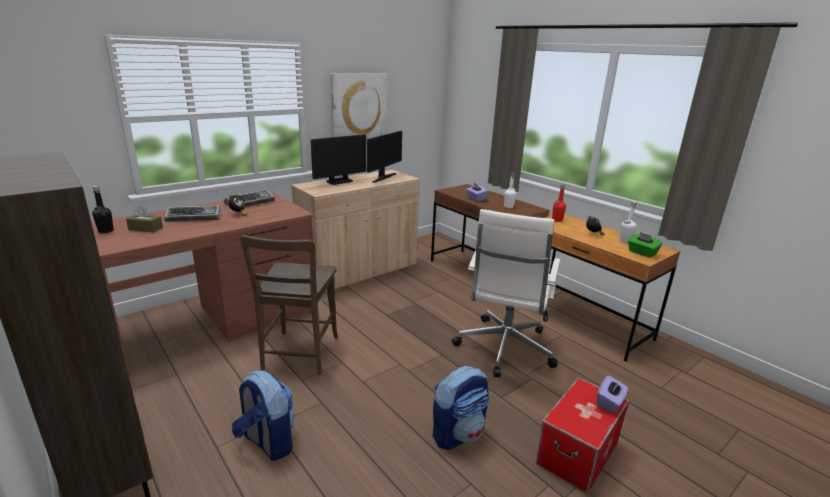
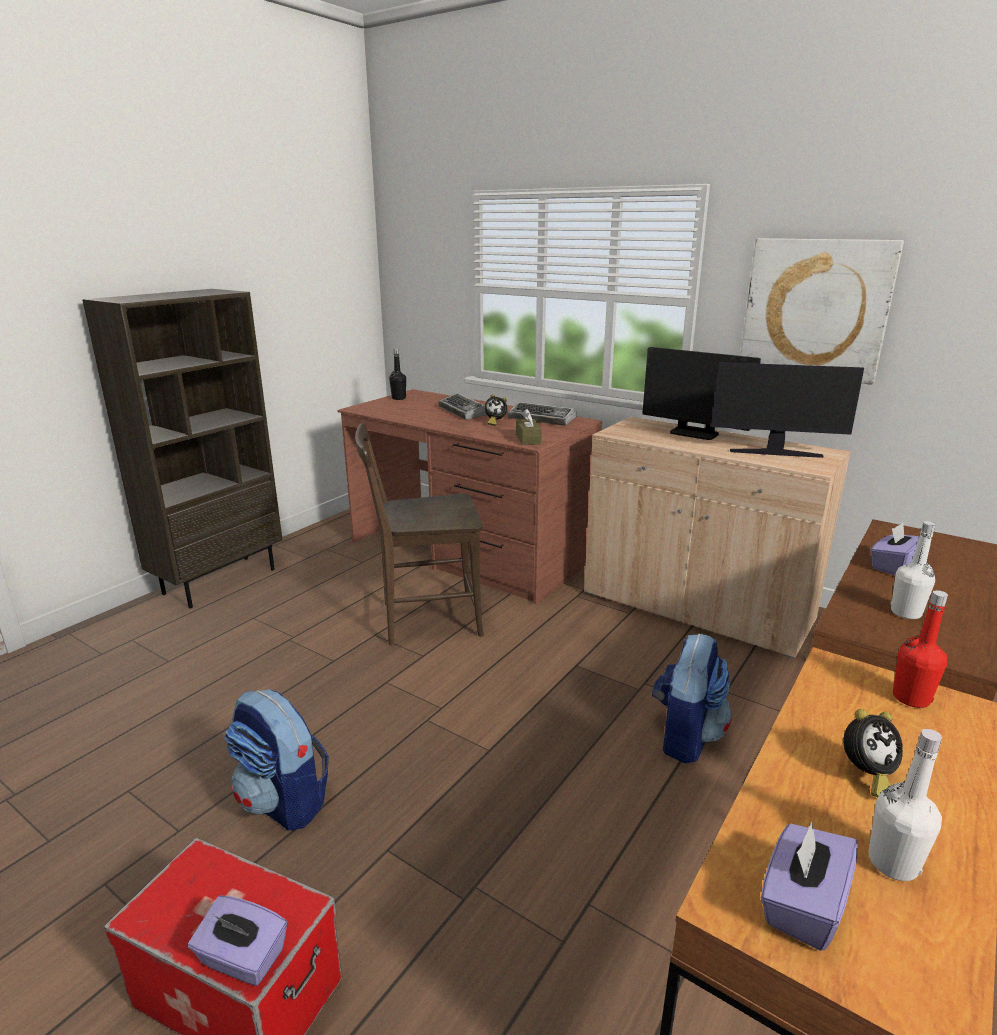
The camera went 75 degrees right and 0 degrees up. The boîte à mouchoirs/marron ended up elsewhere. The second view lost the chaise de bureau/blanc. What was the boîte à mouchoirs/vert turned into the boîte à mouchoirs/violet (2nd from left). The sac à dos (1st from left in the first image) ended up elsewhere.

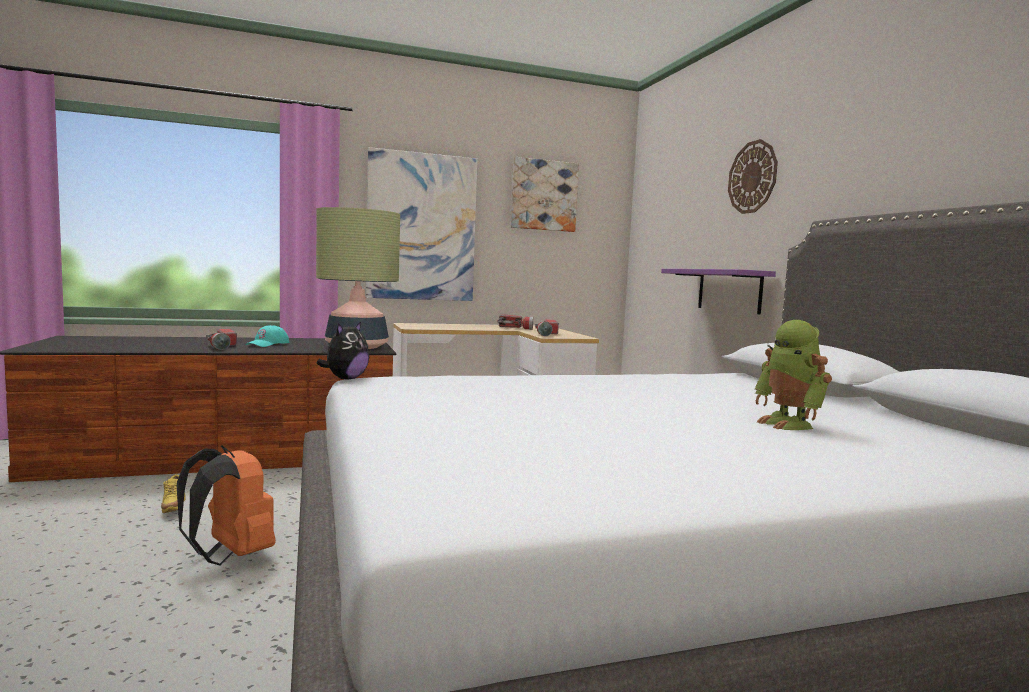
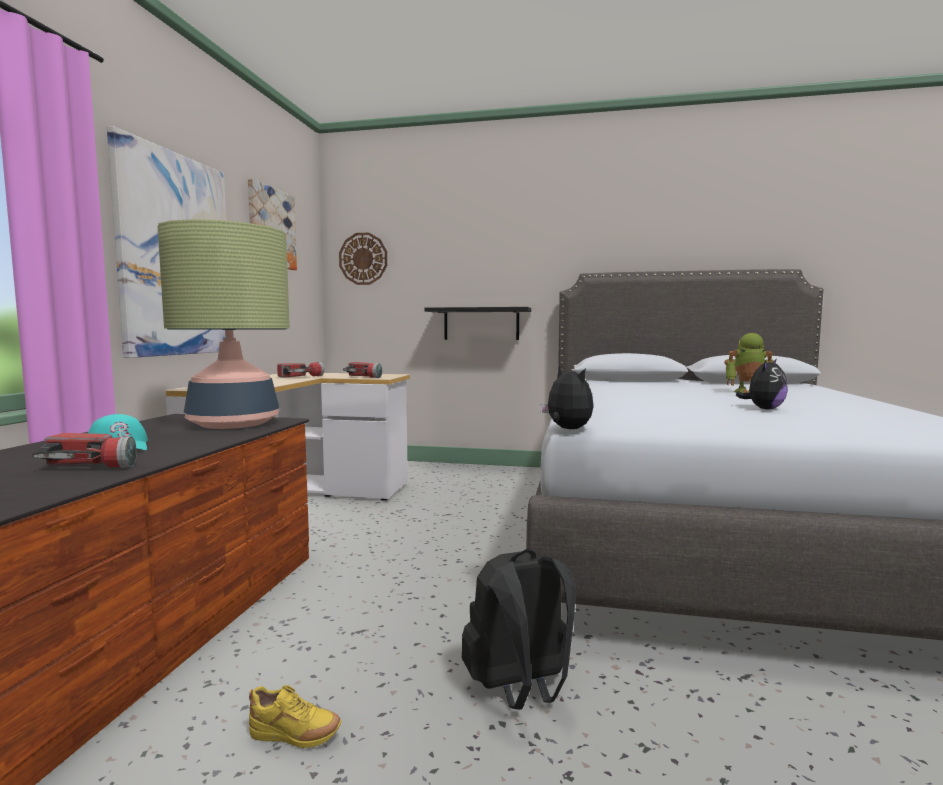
The camera went 60 degrees left and 0 degrees up. The horloge murale ended up elsewhere. What was the étagère/violet turned into the étagère/noir. What was the sac à dos/orange turned into the sac à dos/noir. The second view gained the peluche (2nd from left).

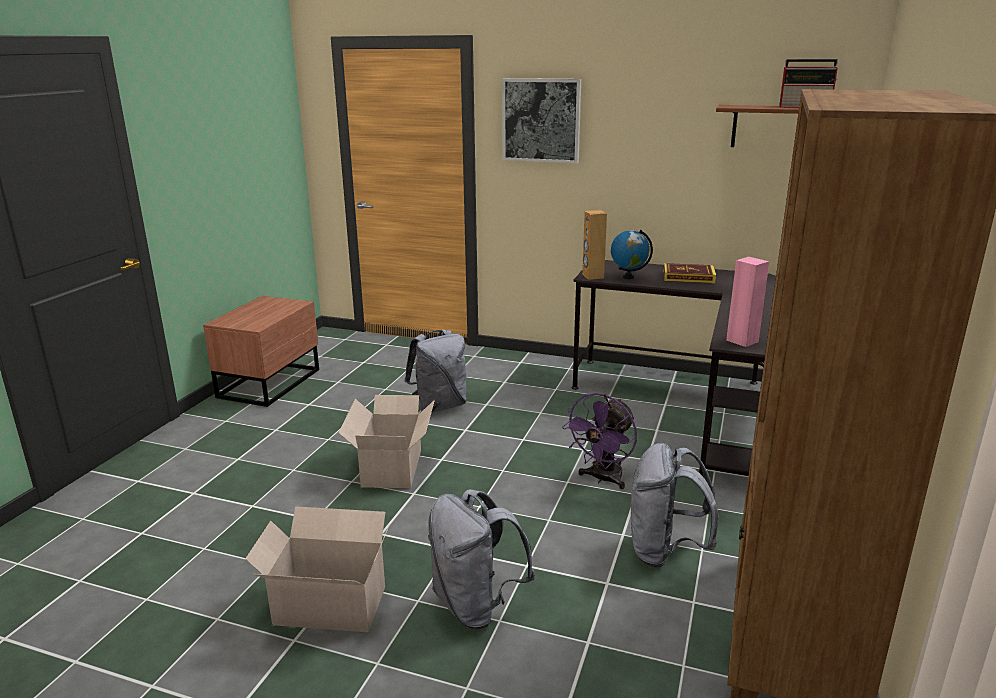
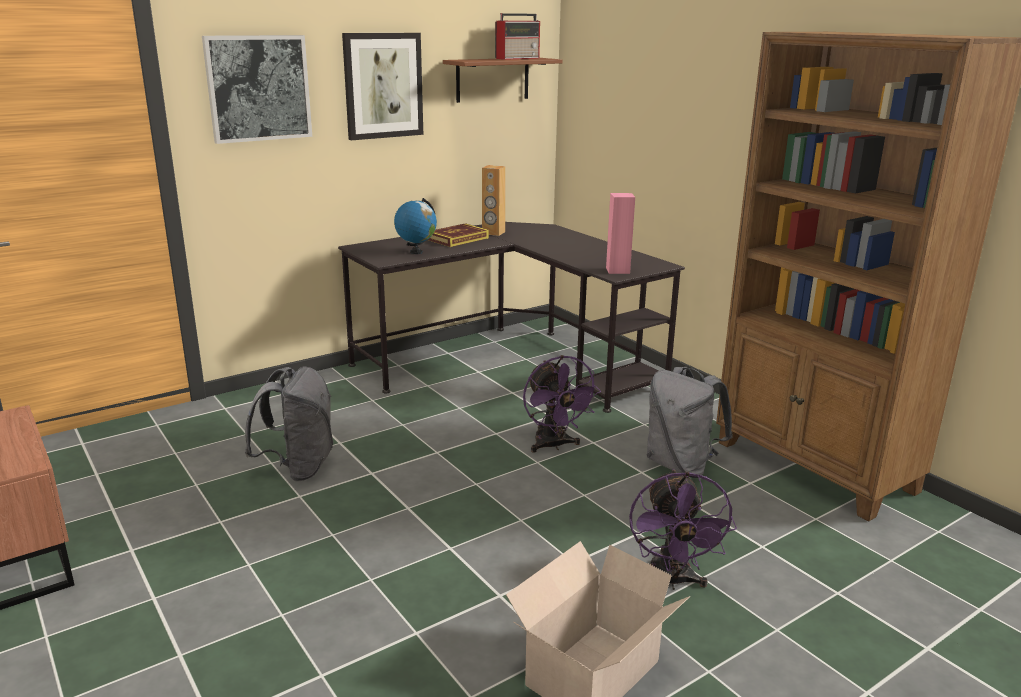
The camera went 55 degrees left and 0 degrees up. The enceinte/marron ended up elsewhere. The second view lost the carton (2nd from left). Where the sac à dos/gris (2nd from left) stood, the ventilateur/violet (2nd from left) came to stand. The second view gained the tableau (2nd from left).

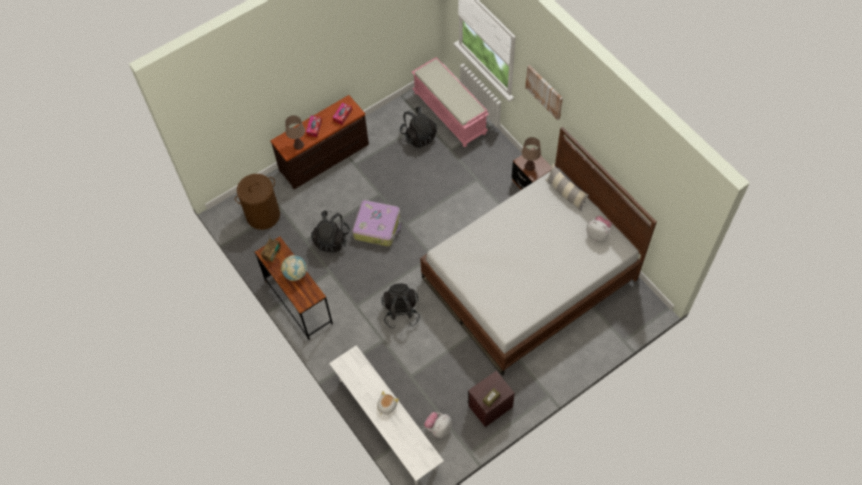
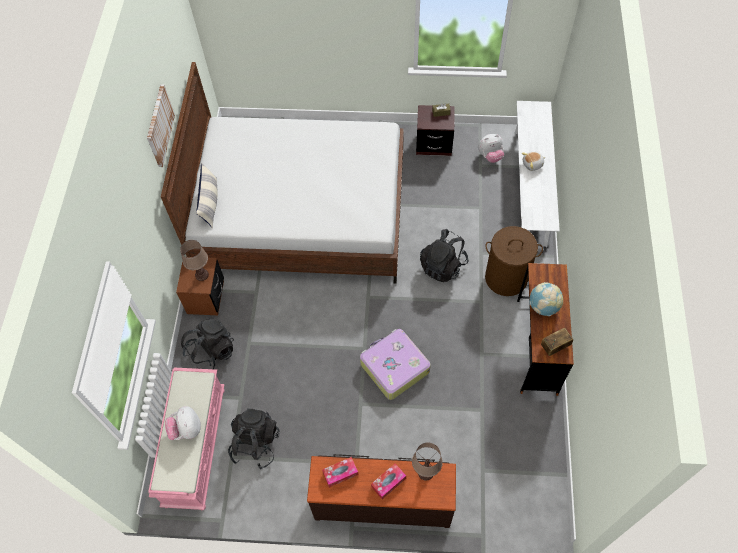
The camera went 140 degrees left and 0 degrees up. The tableau ended up elsewhere. The panier à linge/marron ended up elsewhere. The sac à dos/noir (1st from left) ended up elsewhere. The peluche (3rd from left in the first image) ended up elsewhere.

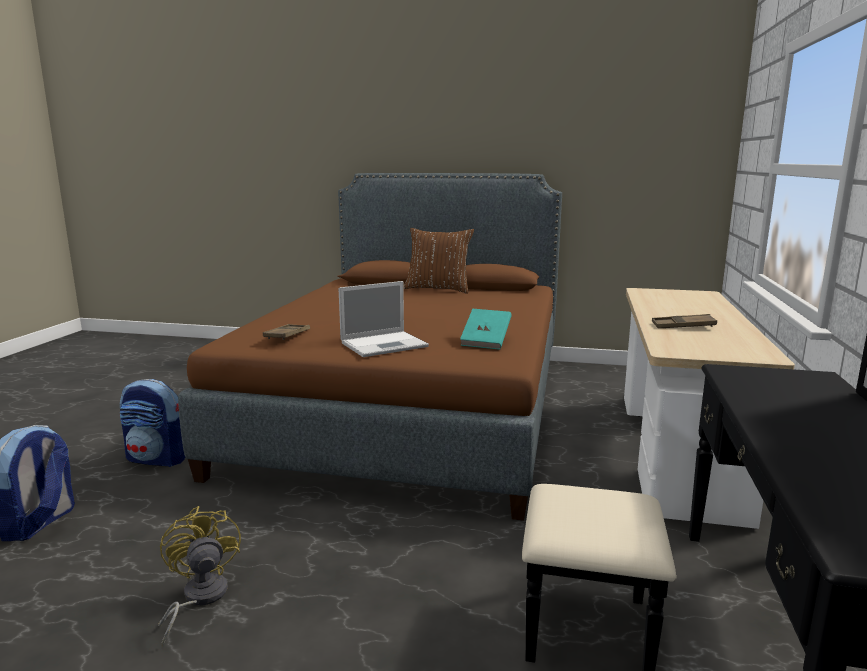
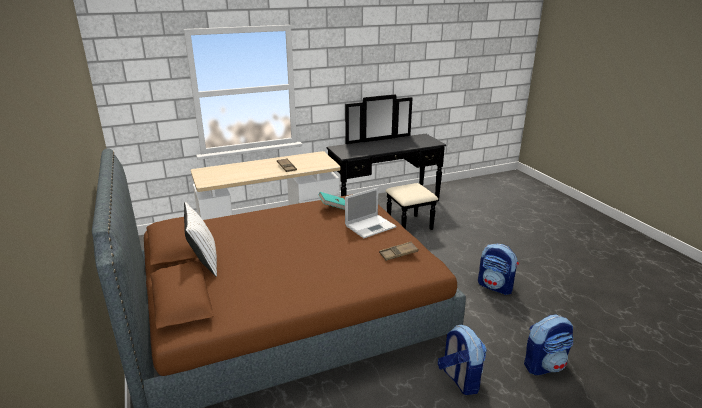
The camera went 125 degrees left and 10 degrees up. What was the coussin/marron turned into the coussin/blanc. The ordinateur portable ended up facing another way, 120 degrees clockwise from before. Where the ventilateur/jaune stood, the sac à dos (2nd from left) came to stand.

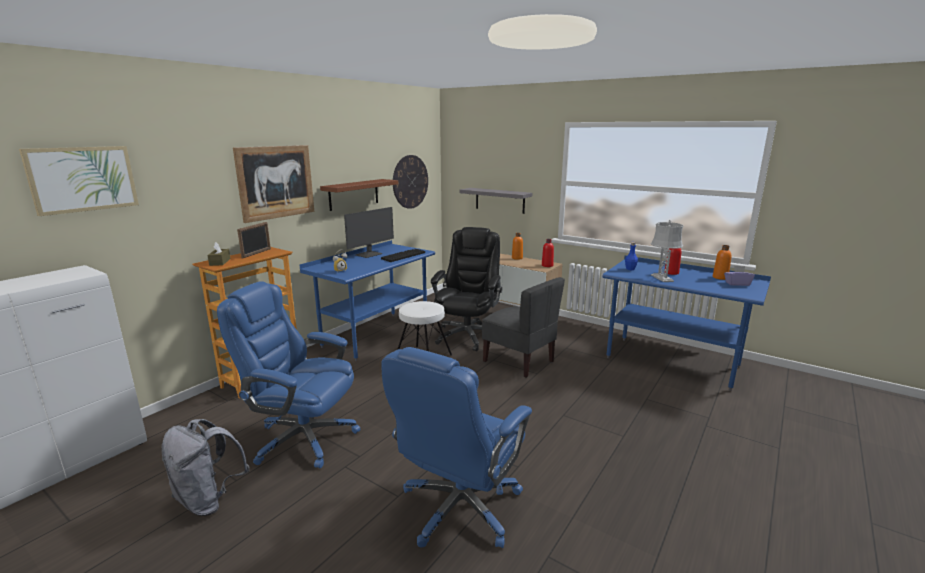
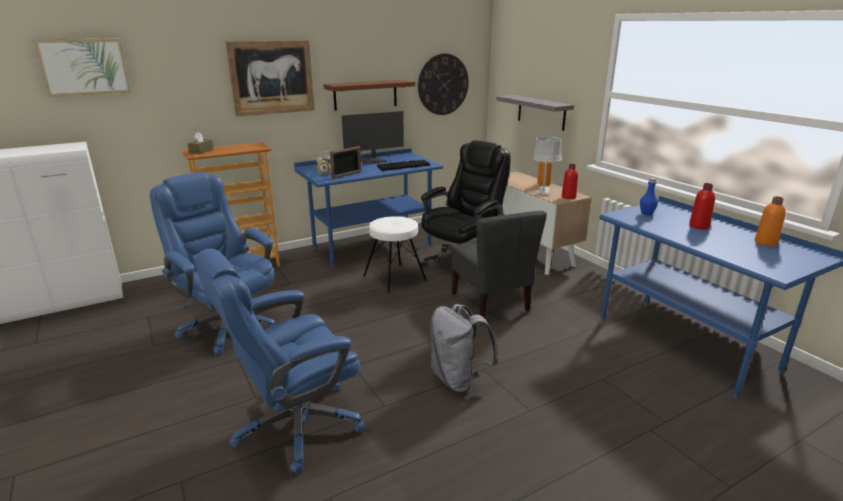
The camera went 25 degrees right and 5 degrees up. The lampe de table/gris ended up elsewhere. The cadre photo ended up elsewhere. The second view lost the boîte à mouchoirs/violet. The sac à dos/gris ended up elsewhere.

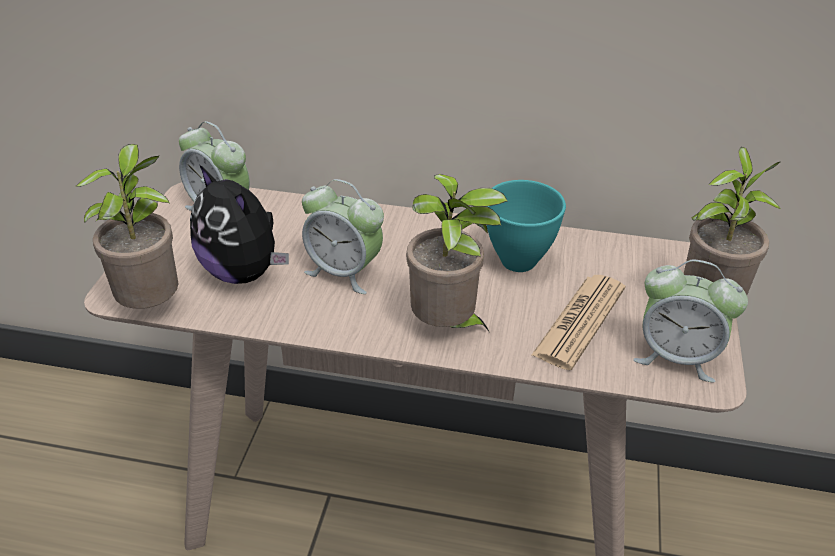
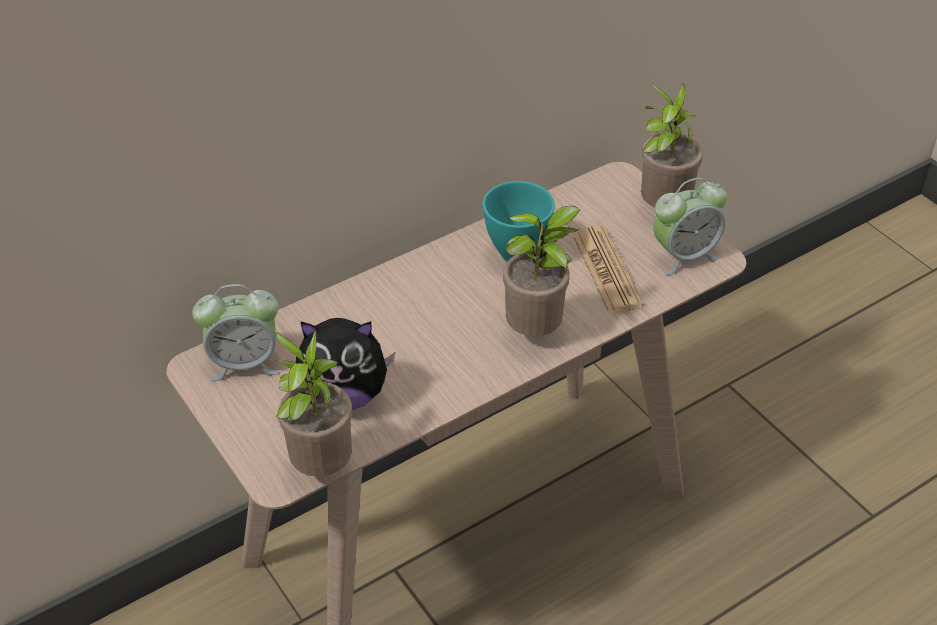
The camera went 45 degrees left and 5 degrees up. The second view lost the réveil (2nd from left).

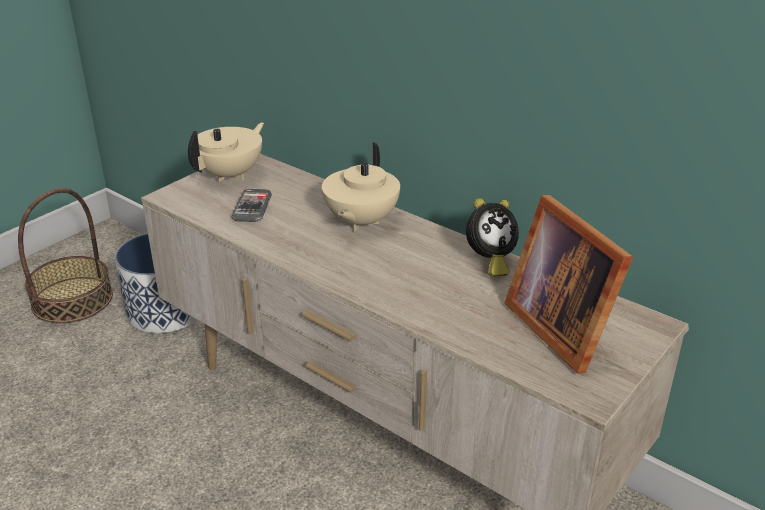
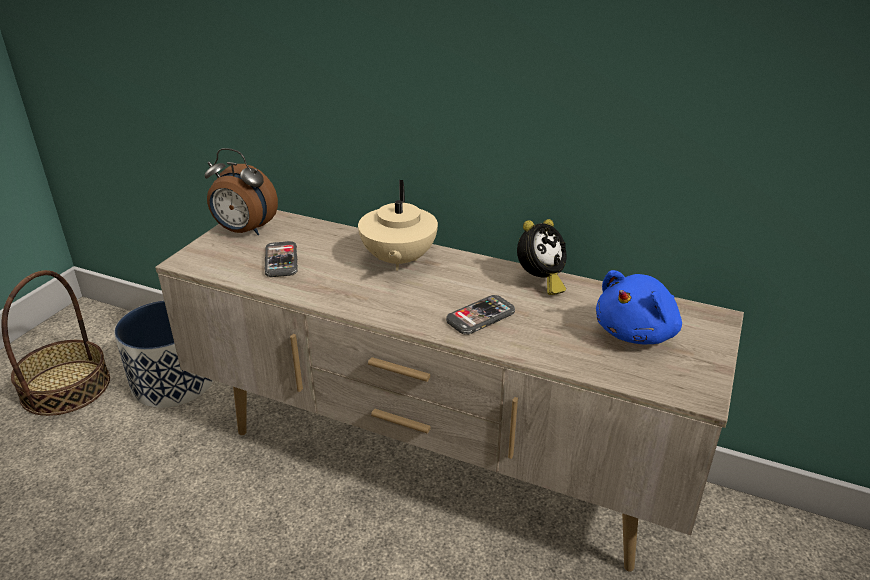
The camera went 15 degrees left and 0 degrees up. Where the théière/beige (1st from left) stood, the réveil (1st from left) came to stand. Where the cadre photo stood, the peluche/bleu came to stand. The second view gained the téléphone (2nd from left).

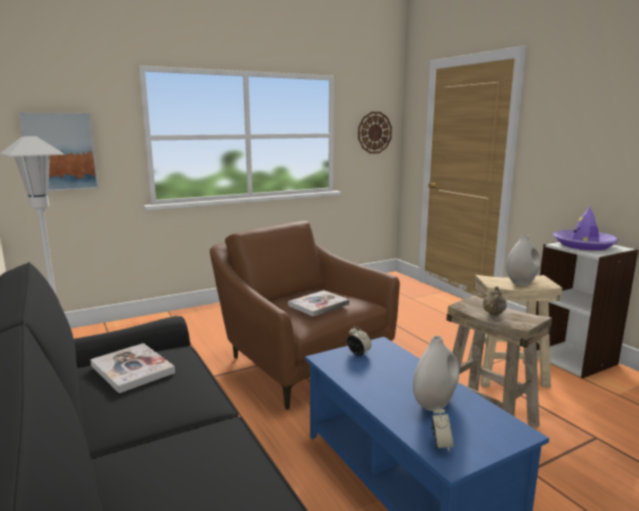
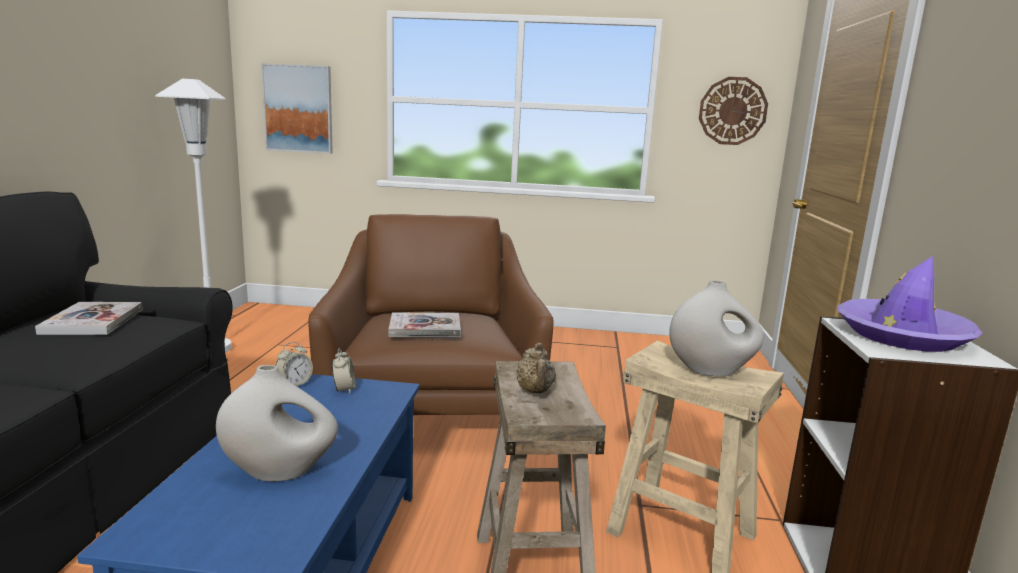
The camera went 35 degrees right and 0 degrees up. The théière/beige ended up facing another way, 60 degrees counterclockwise from before. The réveil (2nd from left in the first image) ended up elsewhere.

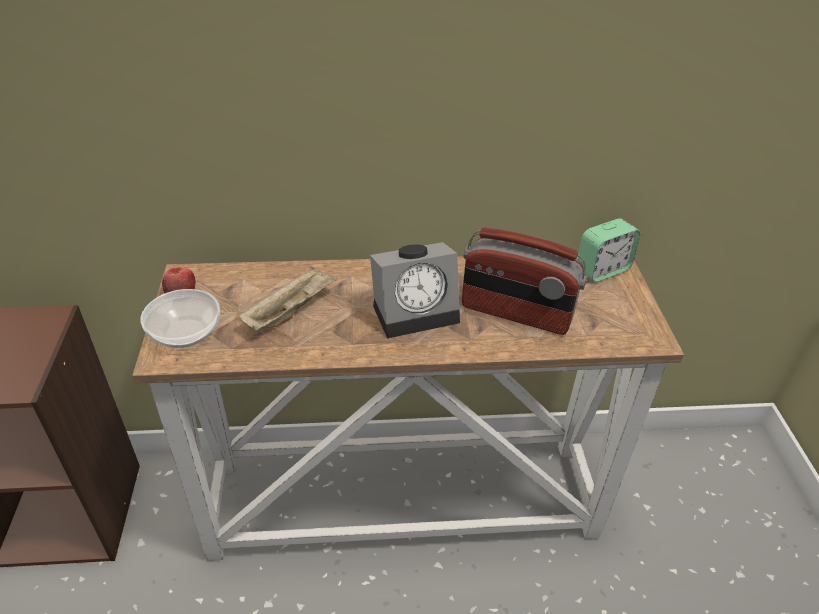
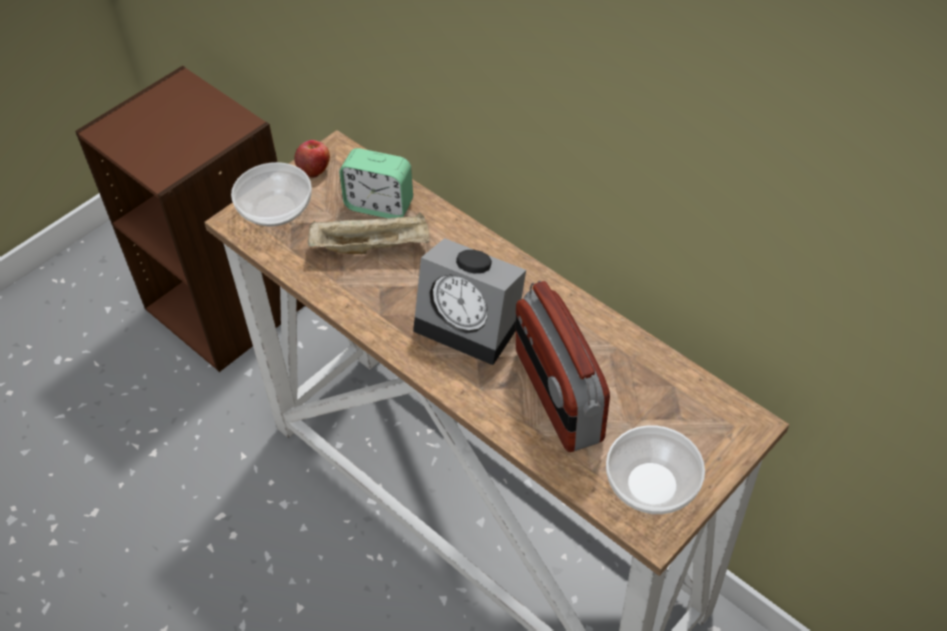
The camera went 50 degrees right and 10 degrees up. The réveil (2nd from left in the first image) ended up elsewhere. The second view gained the bol (2nd from left).

